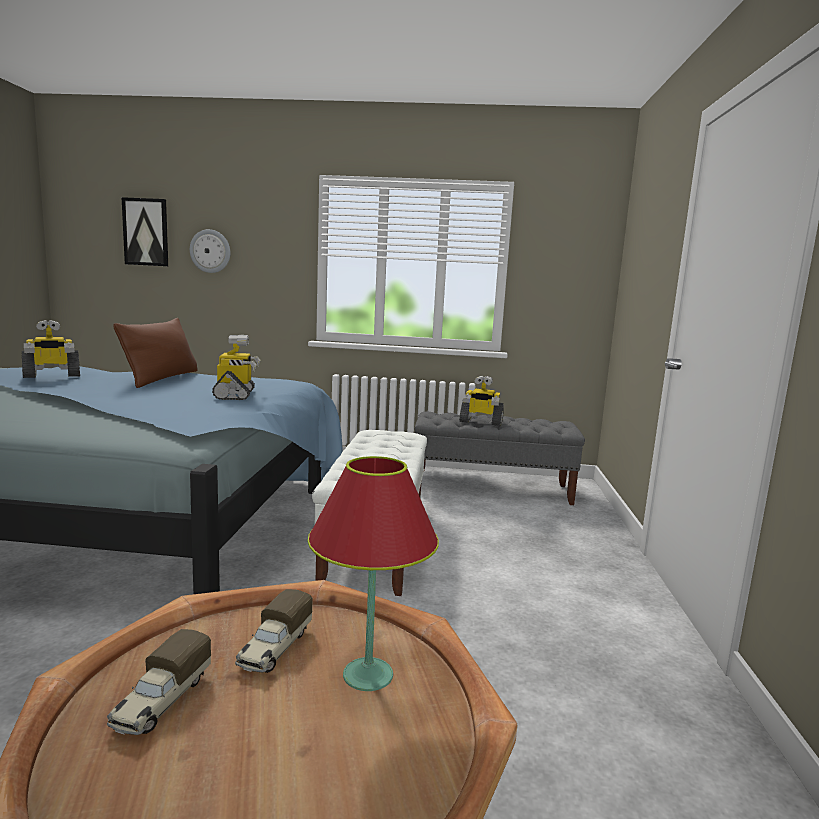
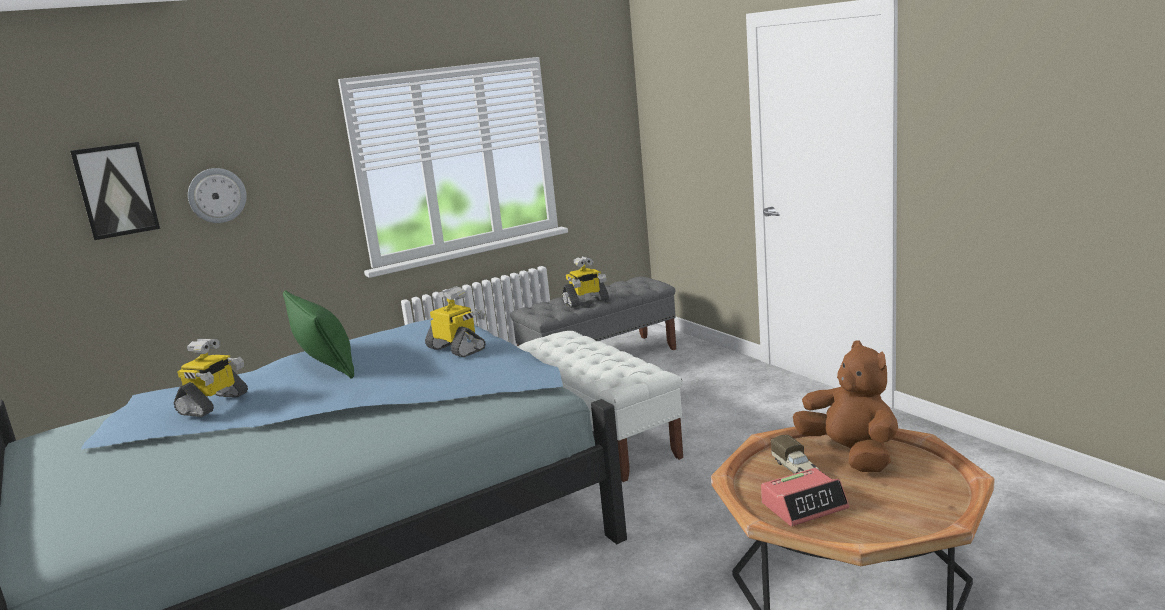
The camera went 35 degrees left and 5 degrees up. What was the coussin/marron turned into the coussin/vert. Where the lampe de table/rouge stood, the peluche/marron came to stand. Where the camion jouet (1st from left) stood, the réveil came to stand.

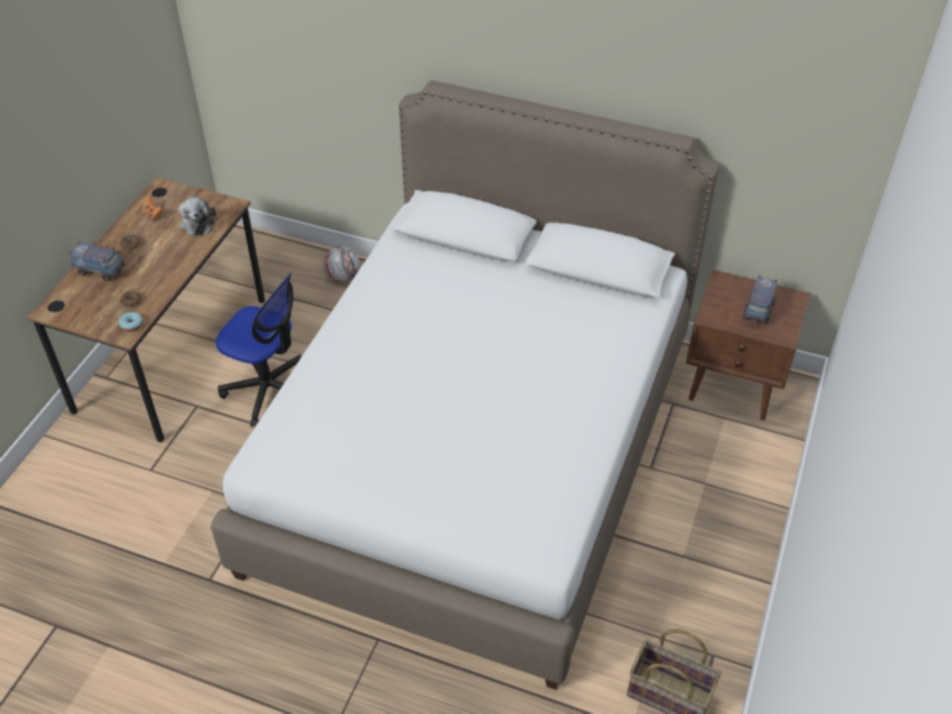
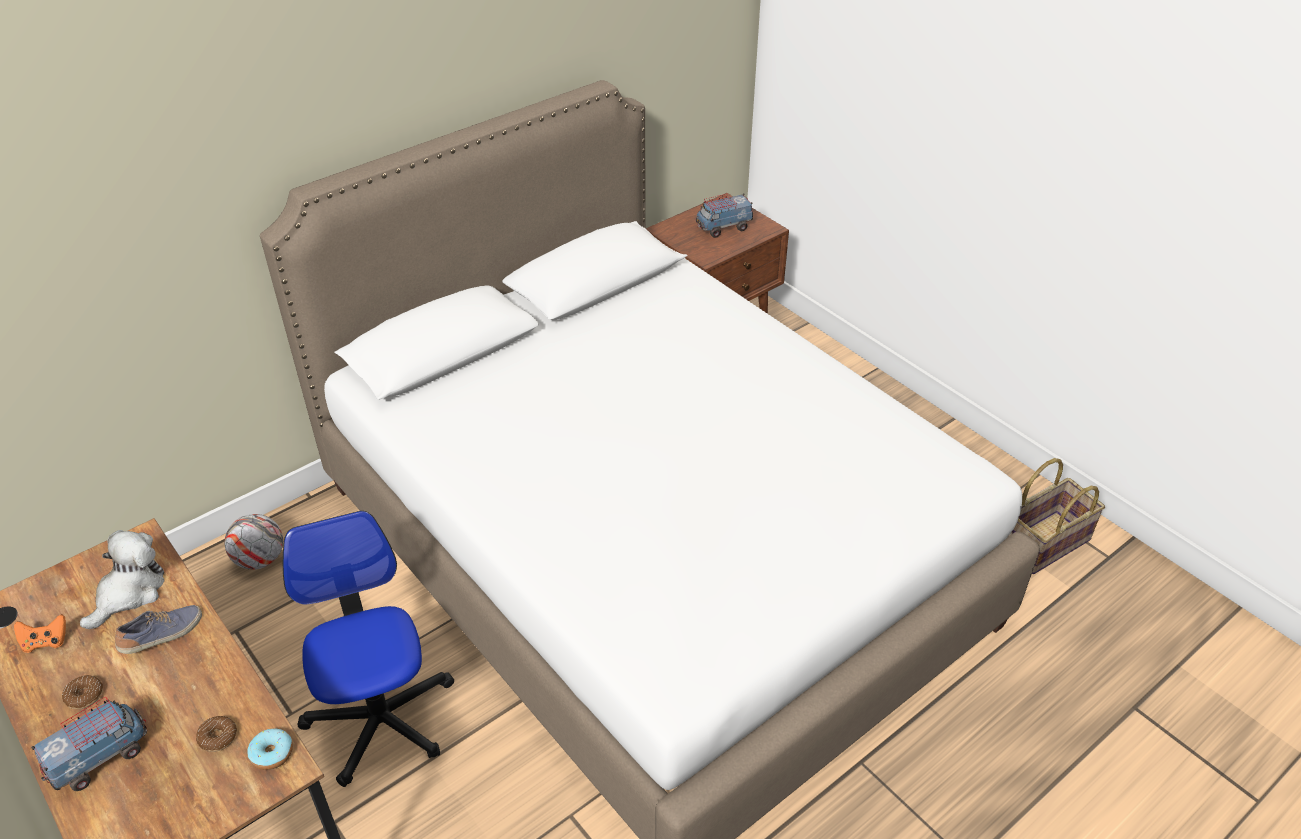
The camera went 60 degrees left and 5 degrees down. The peluche ended up facing another way, 75 degrees counterclockwise from before. The chaise de bureau ended up facing another way, 75 degrees counterclockwise from before. The camion jouet (2nd from left) ended up facing another way, 105 degrees clockwise from before. The second view gained the chaussure.

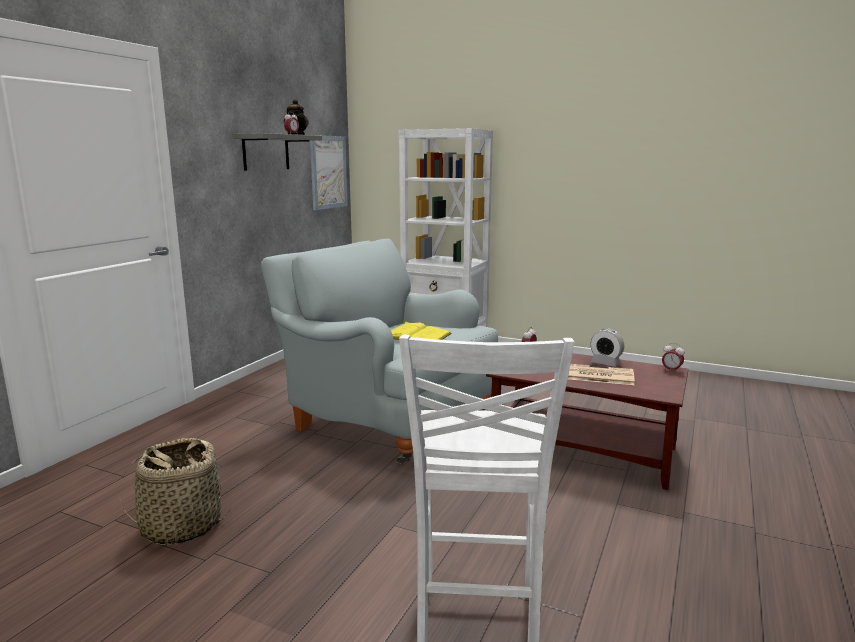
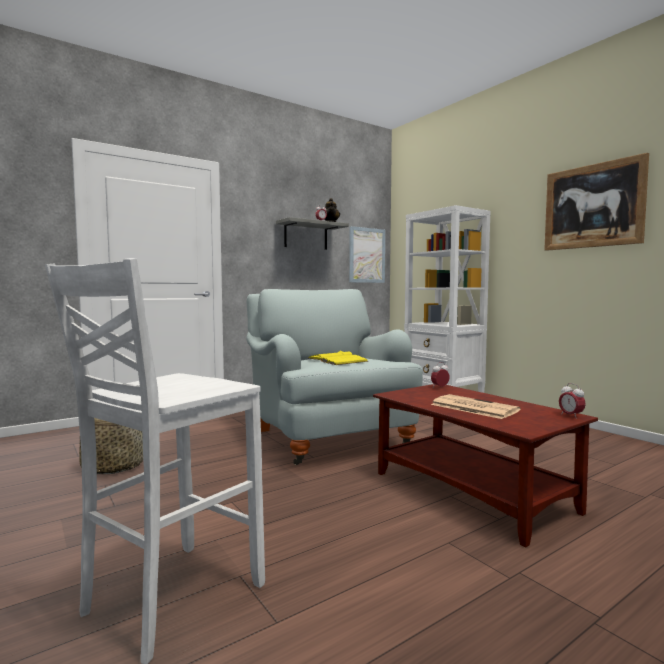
The camera went 30 degrees right and 10 degrees down. The second view lost the réveil (3rd from left). The second view gained the tableau (2nd from left).

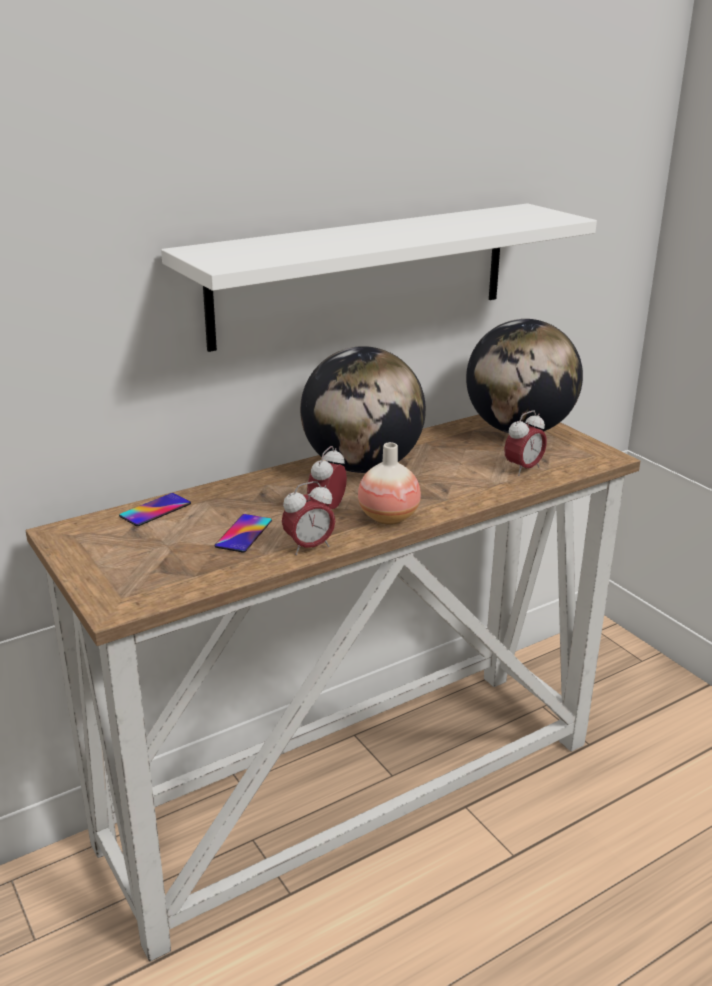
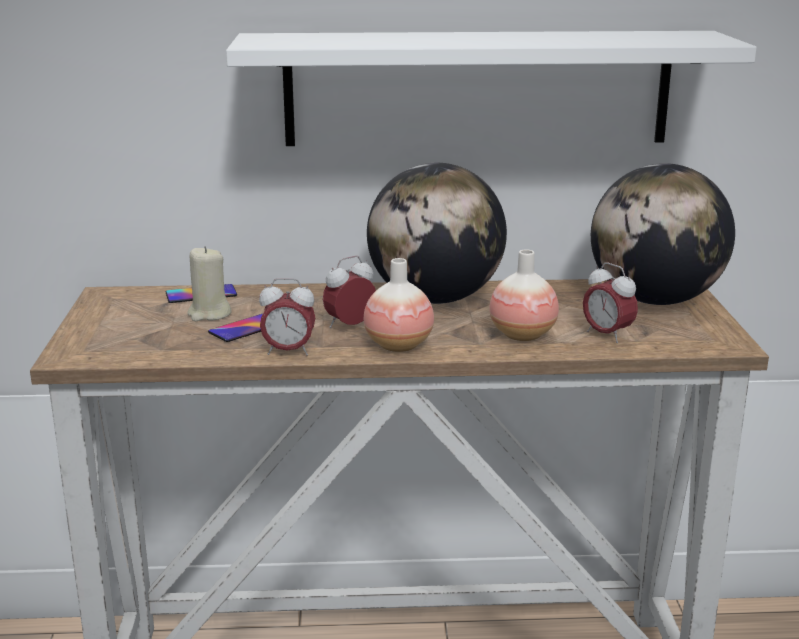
The camera went 30 degrees right and 5 degrees down. The réveil (3rd from left) ended up facing another way, 60 degrees clockwise from before. The second view gained the bougie/beige. The second view gained the vase (2nd from left).

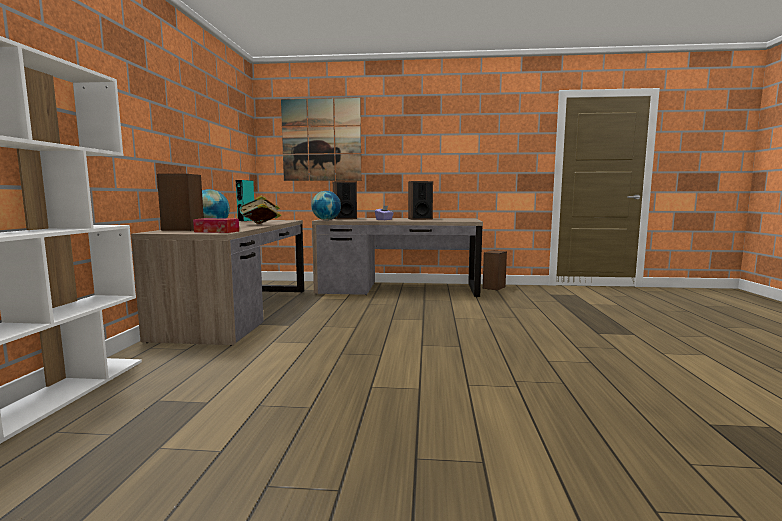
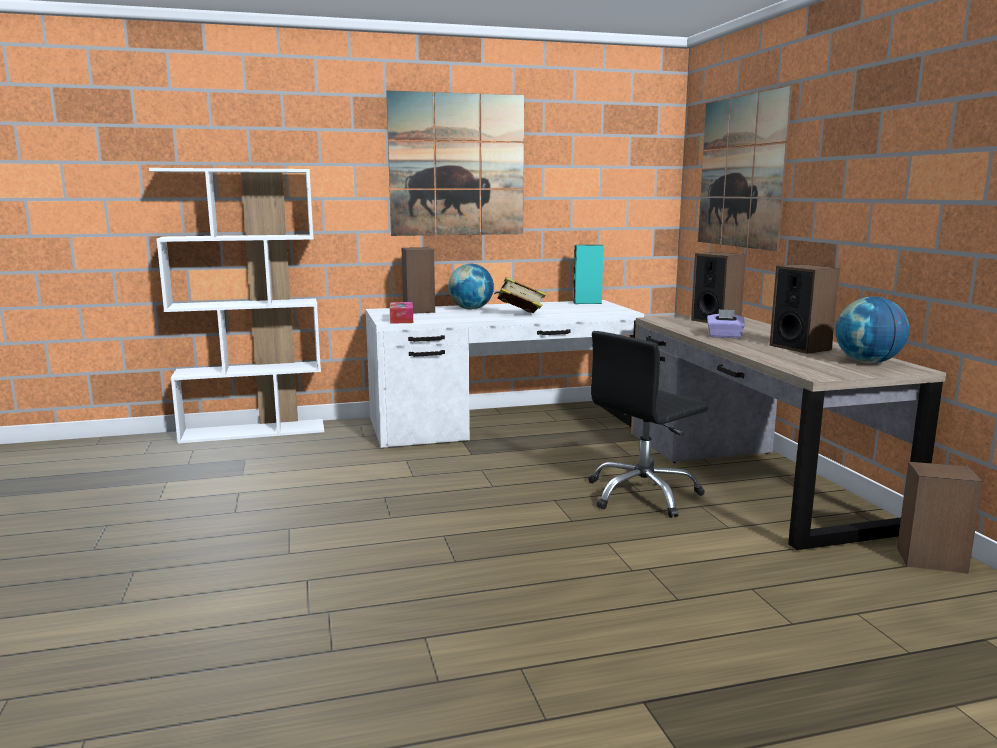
The camera went 70 degrees right and 5 degrees up. The globe (2nd from left) ended up elsewhere. What was the bureau/marron (1st from left) turned into the bureau/blanc. The second view gained the tableau (1st from left). The second view gained the chaise de bureau/noir.

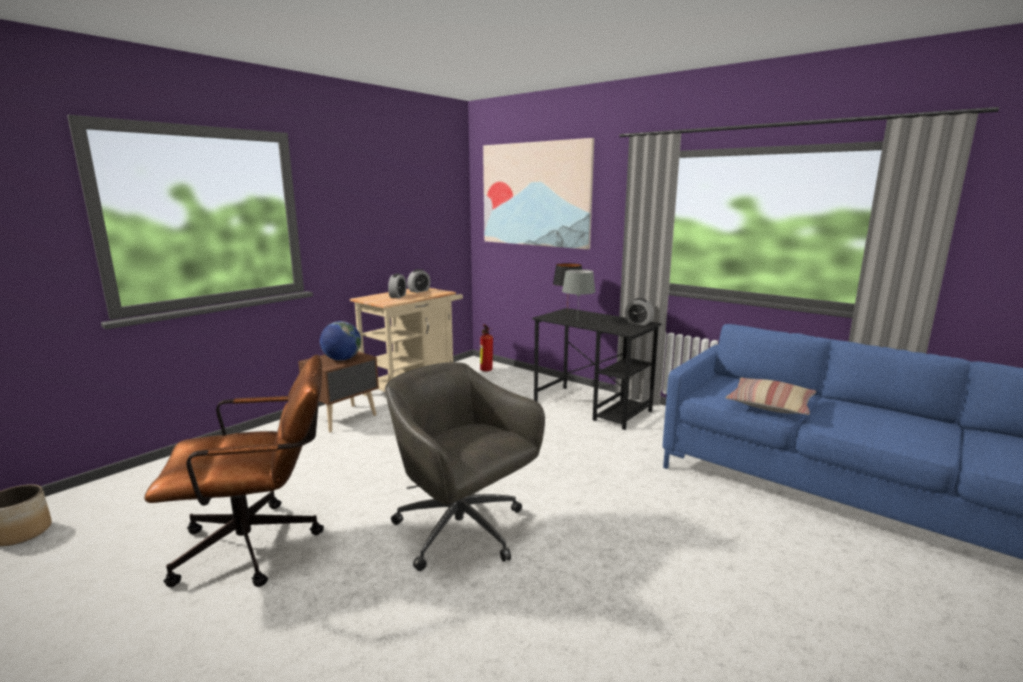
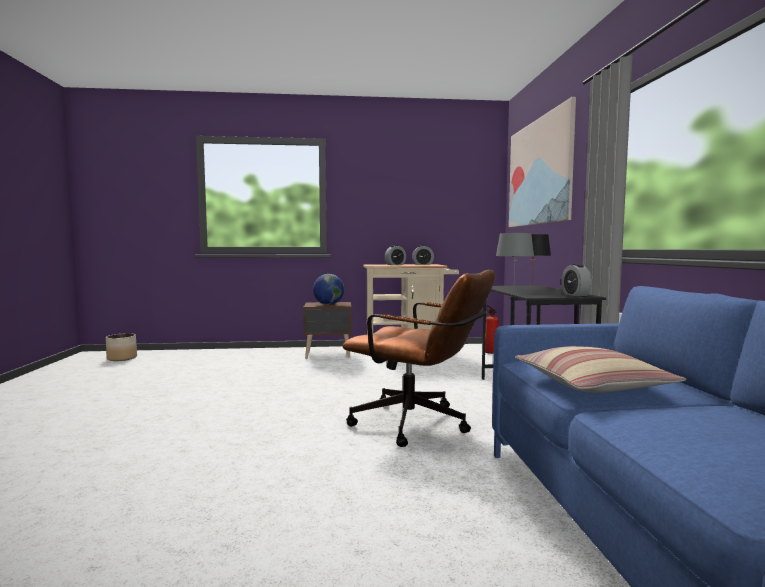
The camera went 45 degrees right and 10 degrees down. The chaise de bureau/marron ended up elsewhere. The second view lost the chaise de bureau/gris.

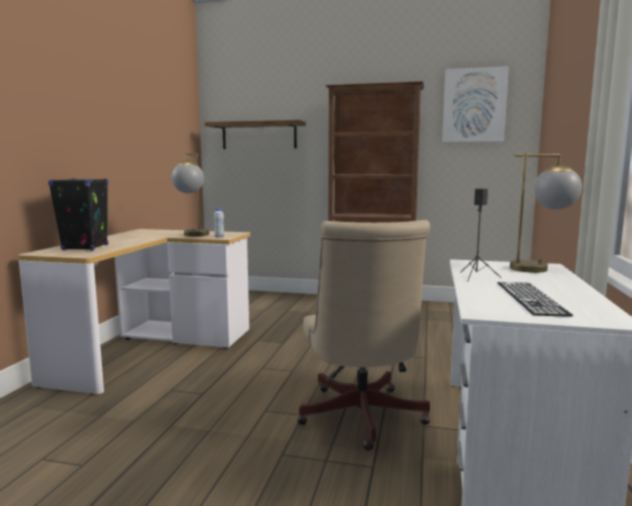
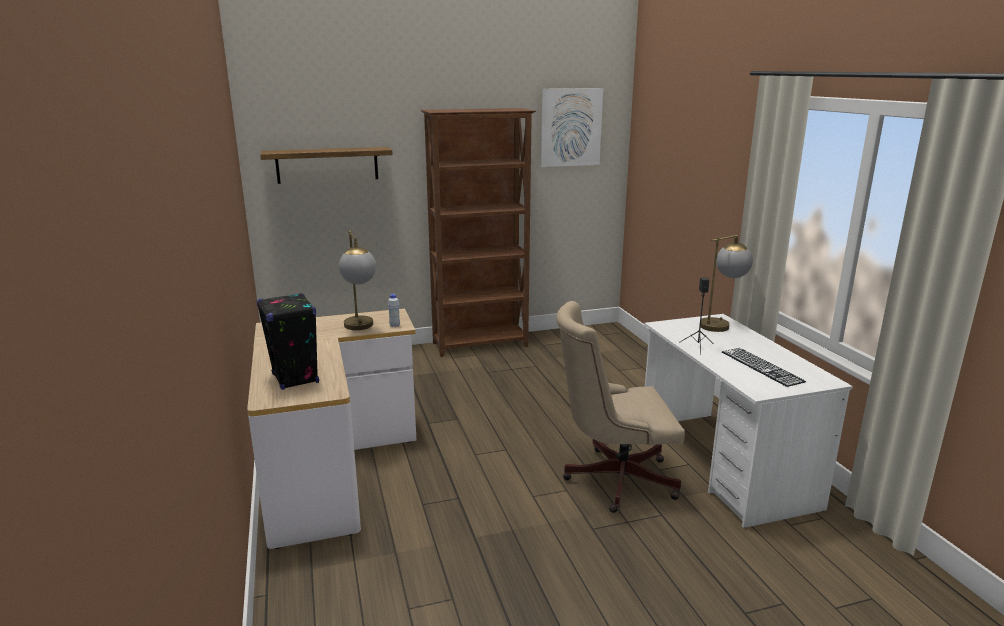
The camera went 30 degrees left and 10 degrees up. The chaise de bureau/beige ended up facing another way, 120 degrees clockwise from before.

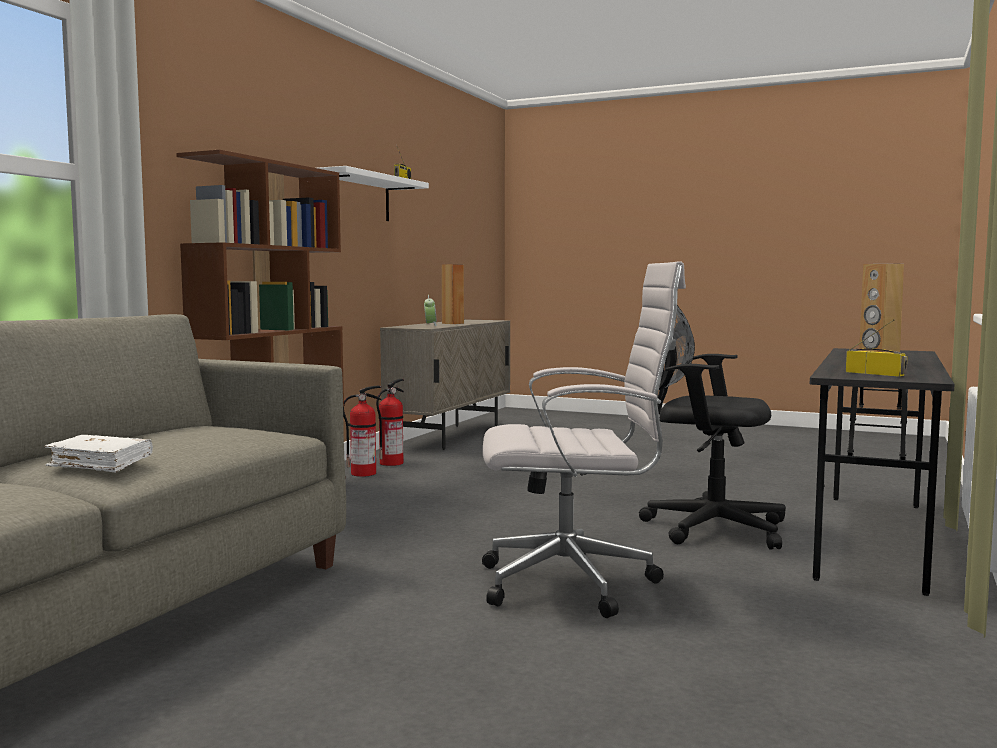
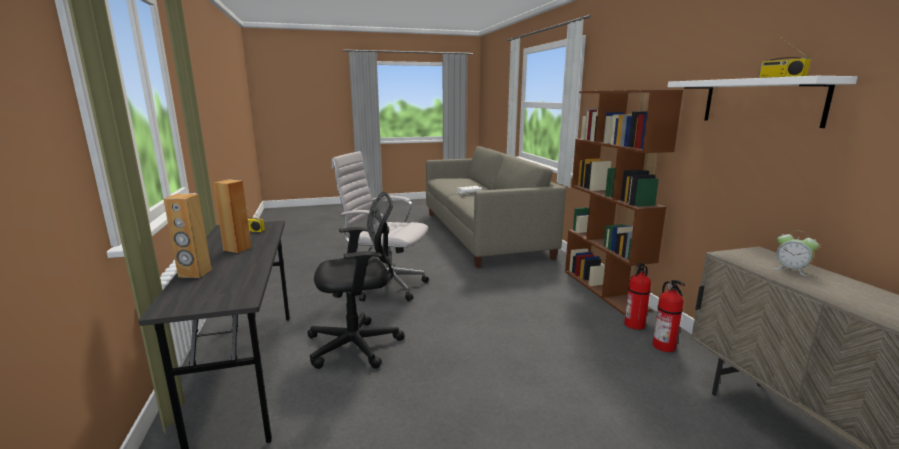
The camera went 140 degrees right and 10 degrees up. The chaise de bureau/blanc ended up facing another way, 60 degrees clockwise from before. The enceinte/marron (1st from left) ended up elsewhere.

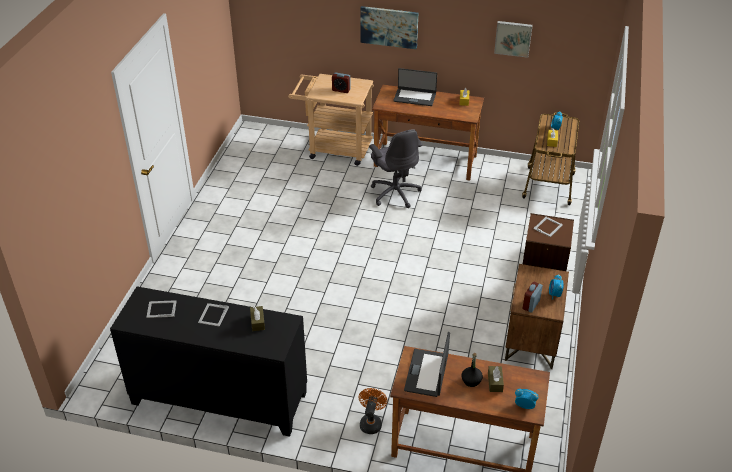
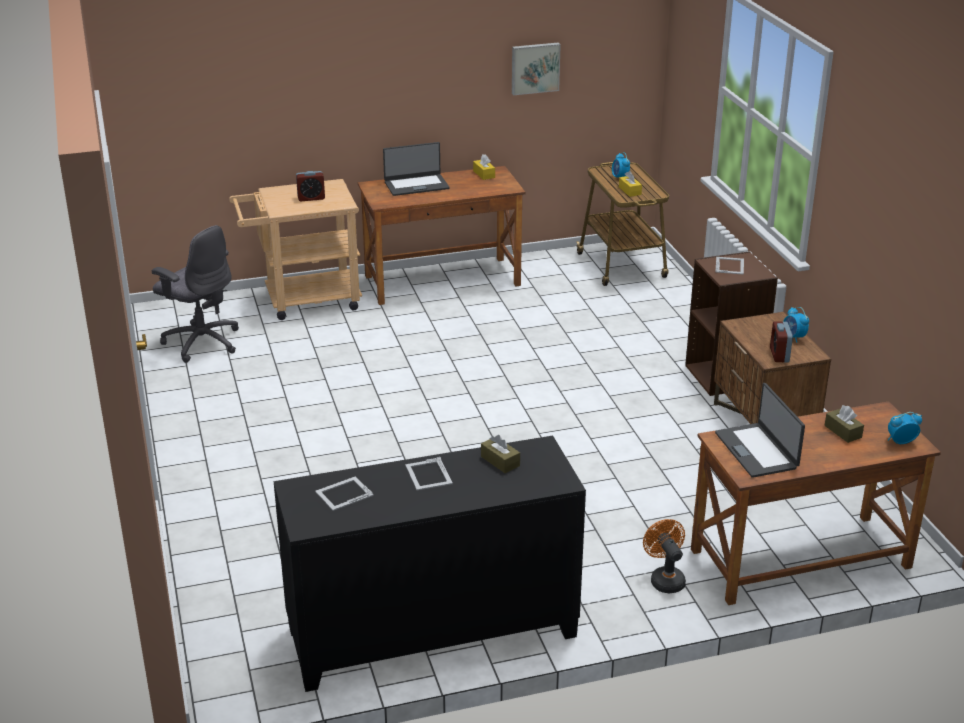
The camera went 30 degrees left and 10 degrees down. The second view lost the tableau (1st from left). The chaise de bureau/gris ended up elsewhere. The second view lost the bouteille/noir.

